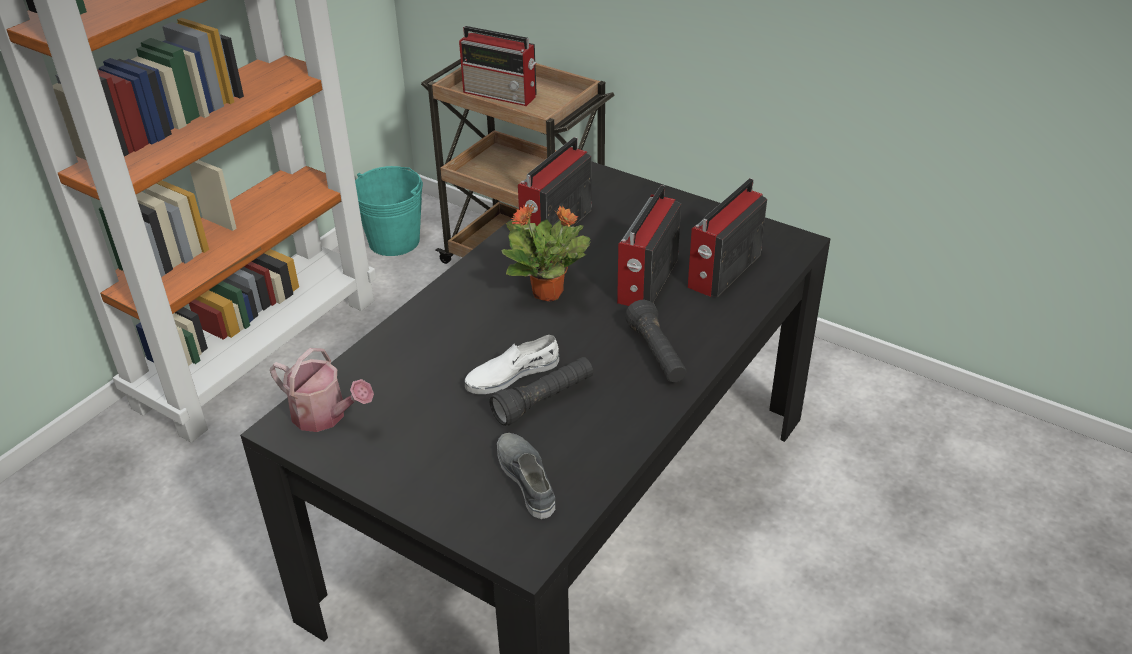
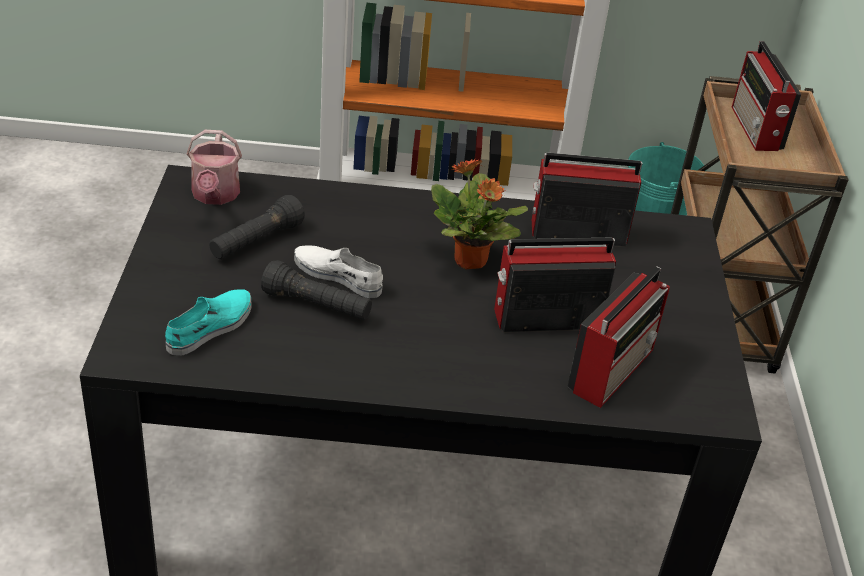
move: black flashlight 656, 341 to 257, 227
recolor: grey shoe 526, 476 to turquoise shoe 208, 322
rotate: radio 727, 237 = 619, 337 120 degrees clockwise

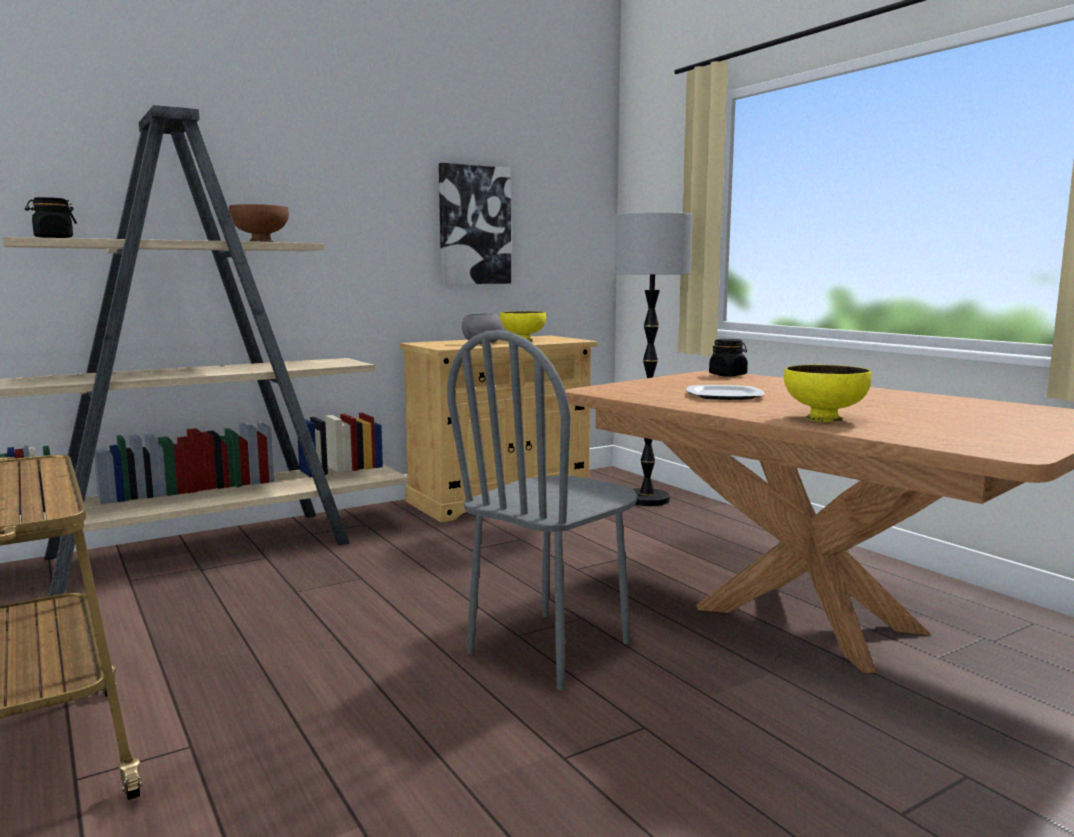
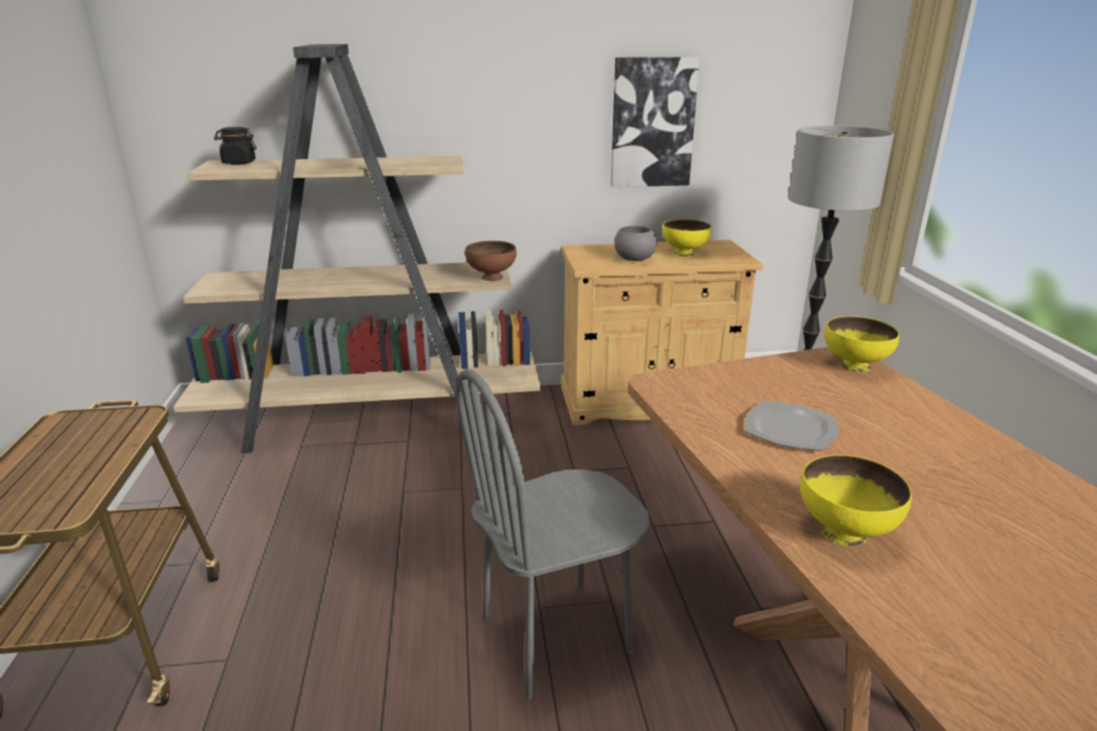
move: brown bowl 259, 223 to 491, 261
replace: black jar 728, 358 to yellow bowl 862, 344

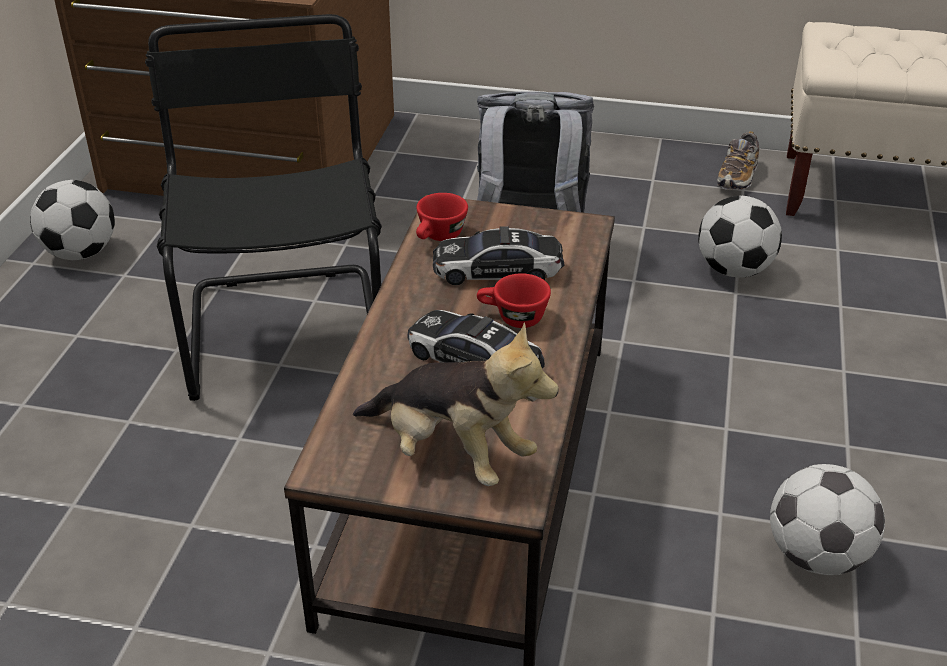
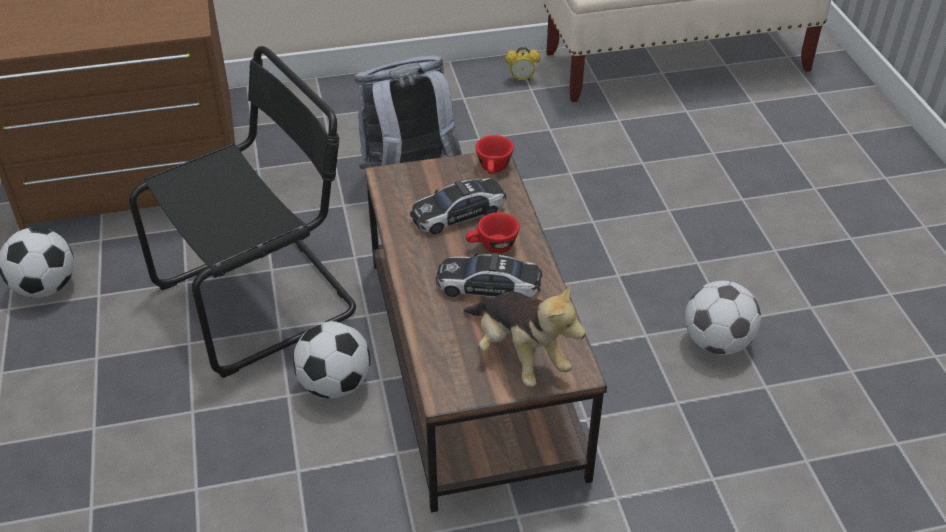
move: red cup 442, 217 to 494, 154; football 740, 237 to 331, 360
replace: shoe 738, 160 to alarm clock 522, 64
rotate: black chair 263, 207 = 242, 212 90 degrees clockwise; plush toy 456, 404 = 524, 335 45 degrees clockwise

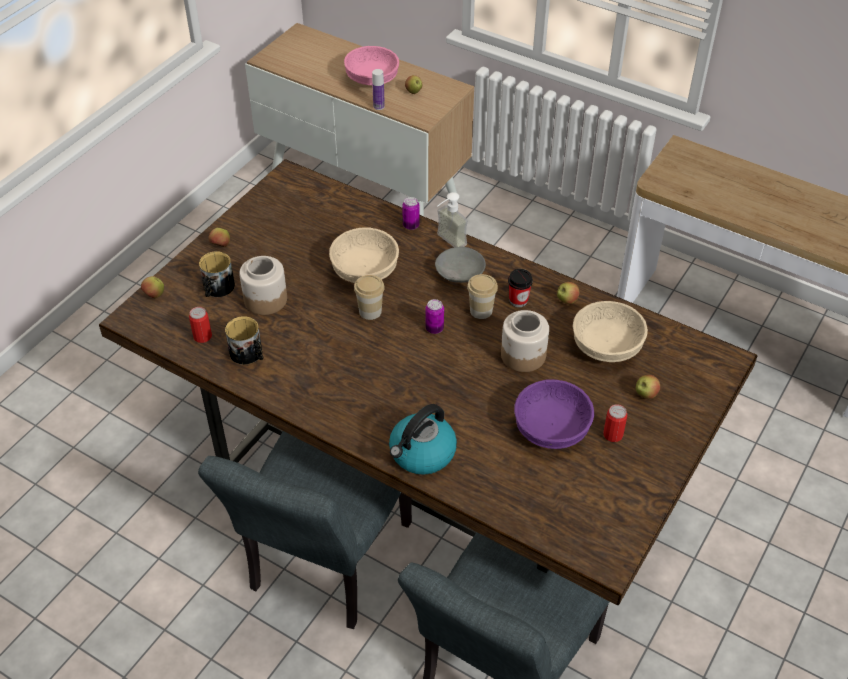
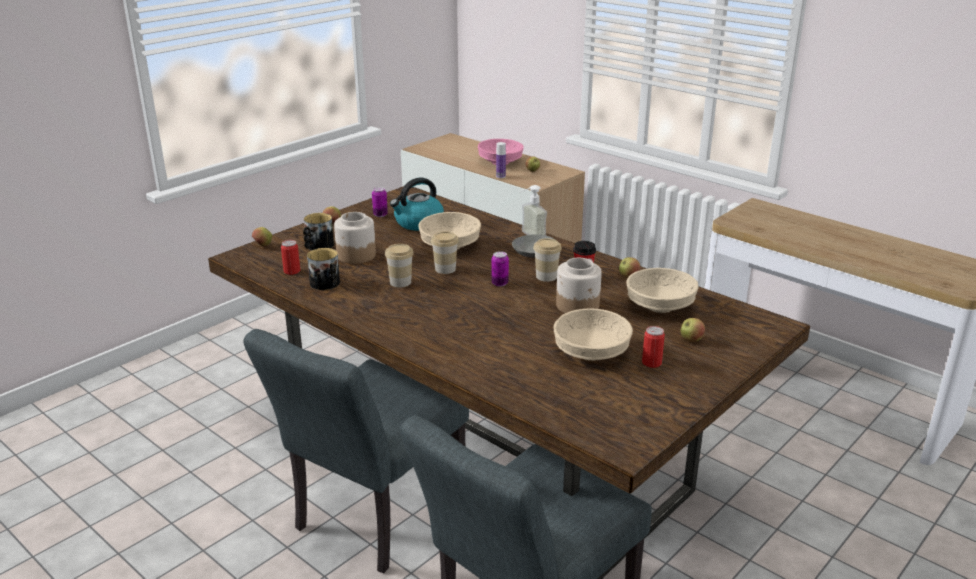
insert: cup 399, 265
move: kettle 423, 439 to 417, 204; can 411, 213 to 380, 202
recolor: purple bowl 554, 414 to beige bowl 593, 335

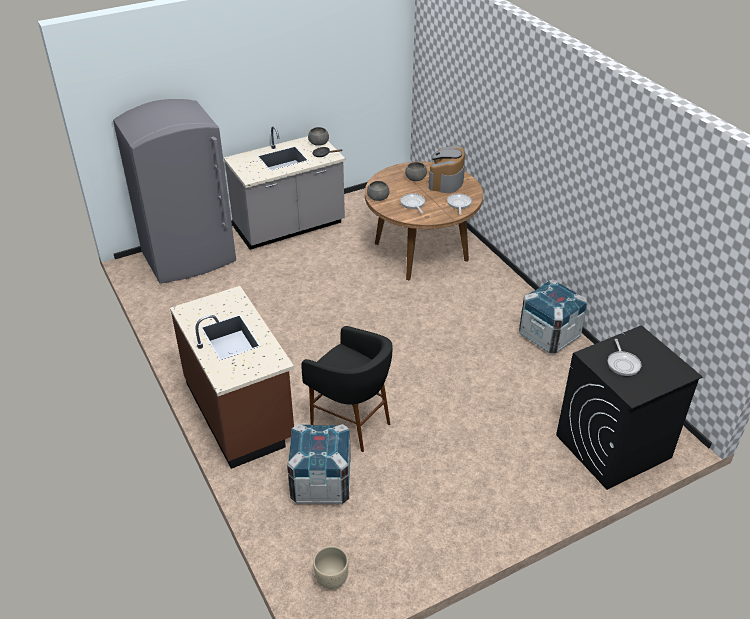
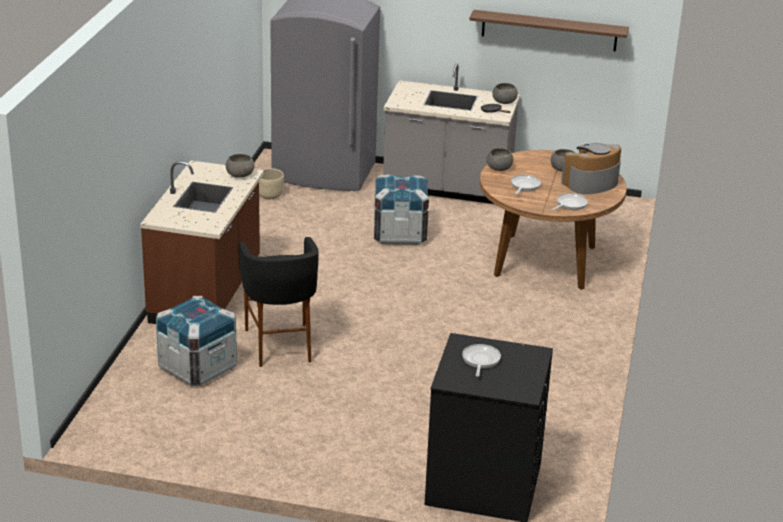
insert: grey bowl 240, 166; shelf 549, 31
move: beige planter 330, 567 to 271, 183; crate 553, 317 to 401, 210
rotate: frying pan 624, 357 = 481, 360 150 degrees clockwise

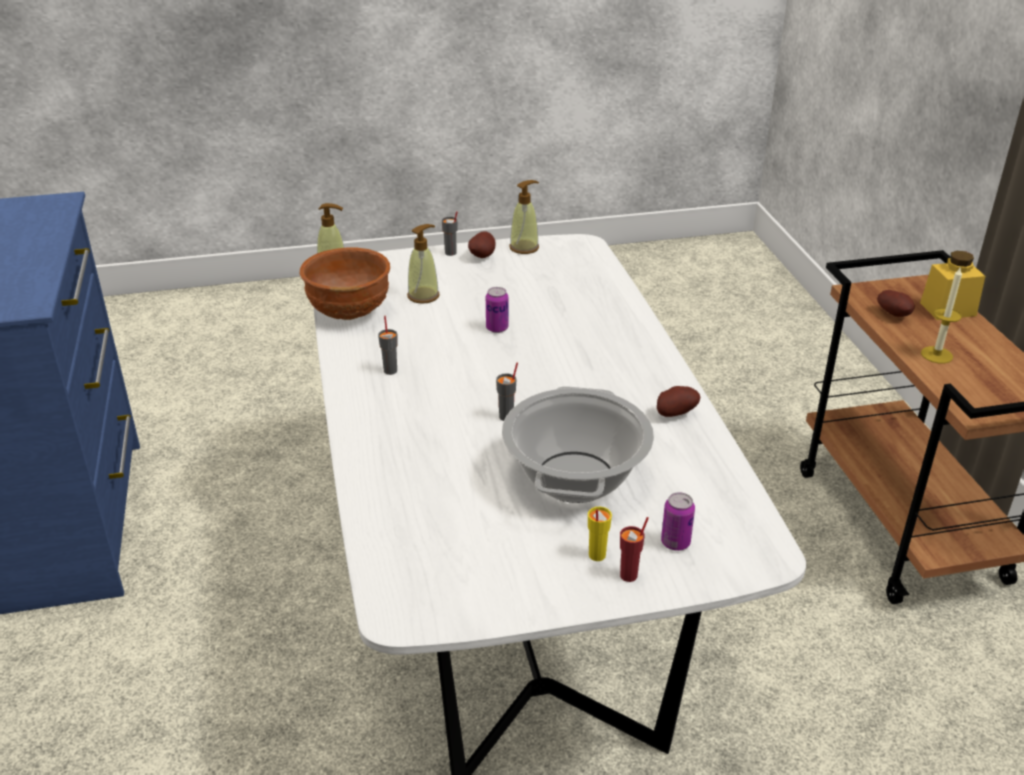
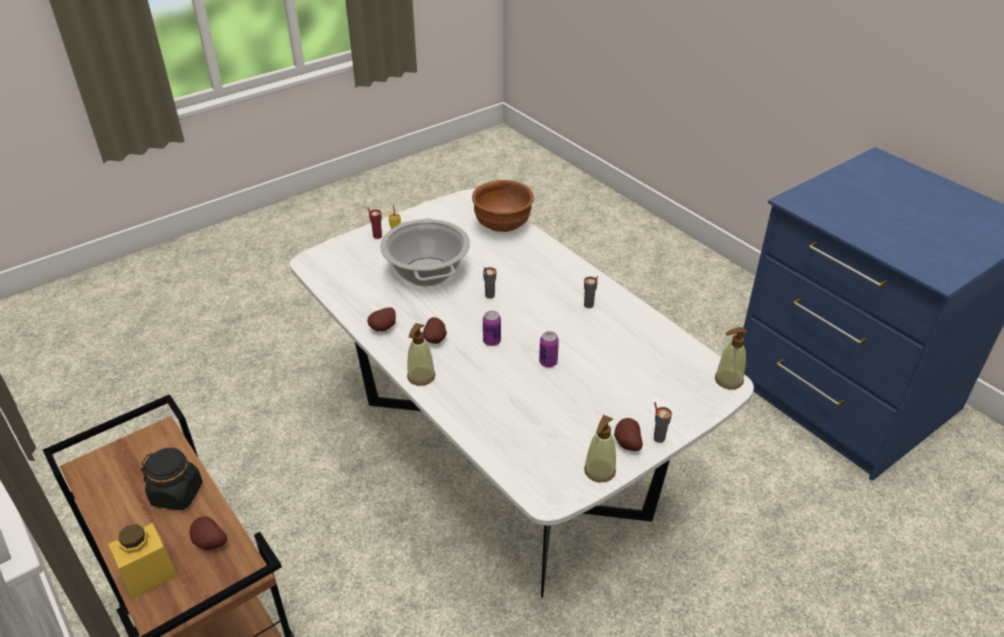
insert: potato 435, 330
move: brown bowl 345, 283 to 503, 206; soap dispenser 423, 264 to 421, 354; can 678, 521 to 492, 328
replace: candle 941, 315 to black jar 172, 479

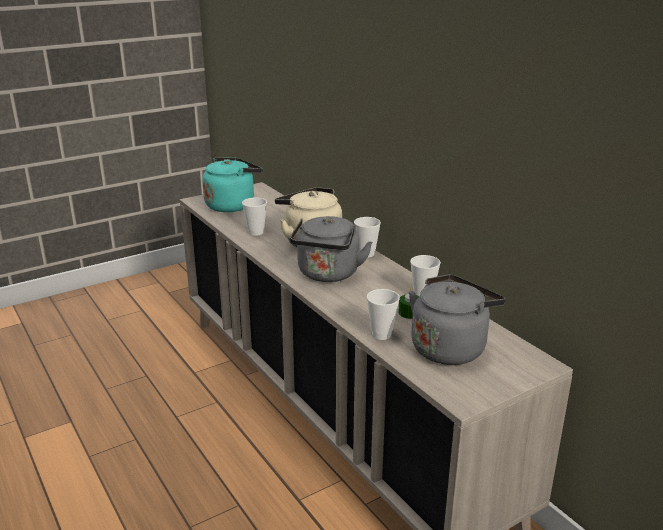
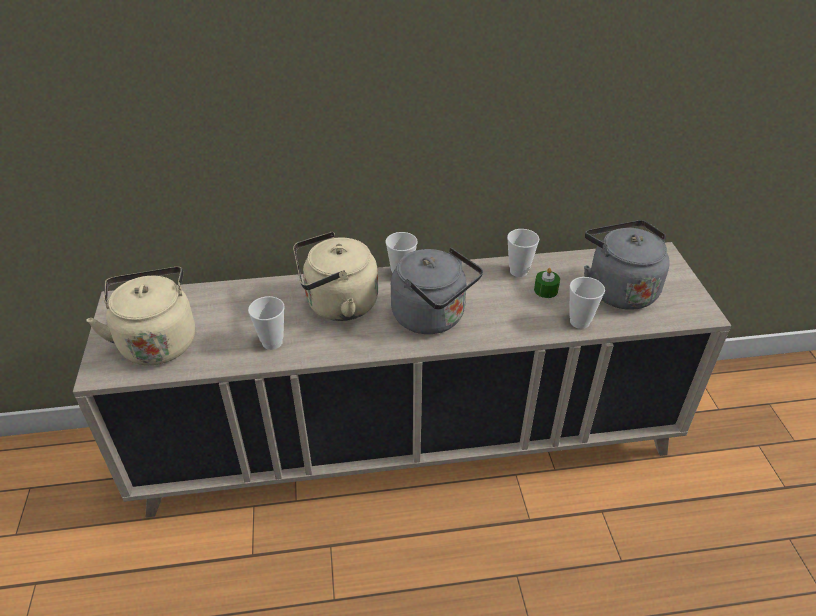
recolor: turquoise kettle 232, 184 to beige kettle 140, 316

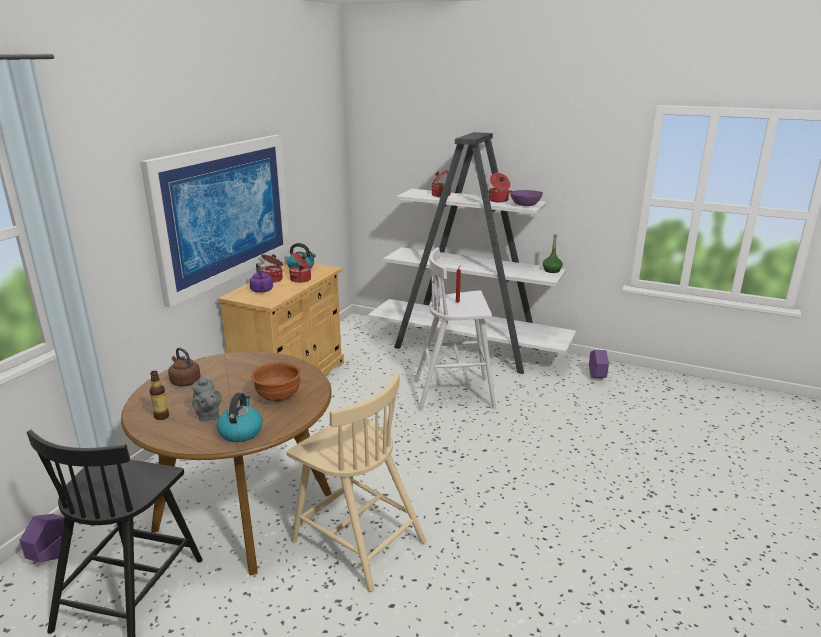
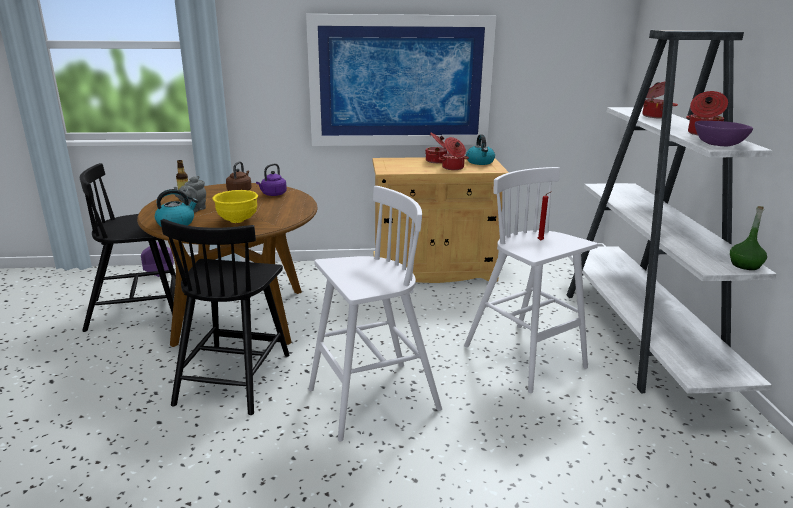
delete: purple planter 599, 364
insert: white stool 375, 313
move: purple kettle 261, 278 to 271, 179
recolor: brown bowl 276, 382 to yellow bowl 235, 206; beige chair 356, 482 to black chair 225, 317

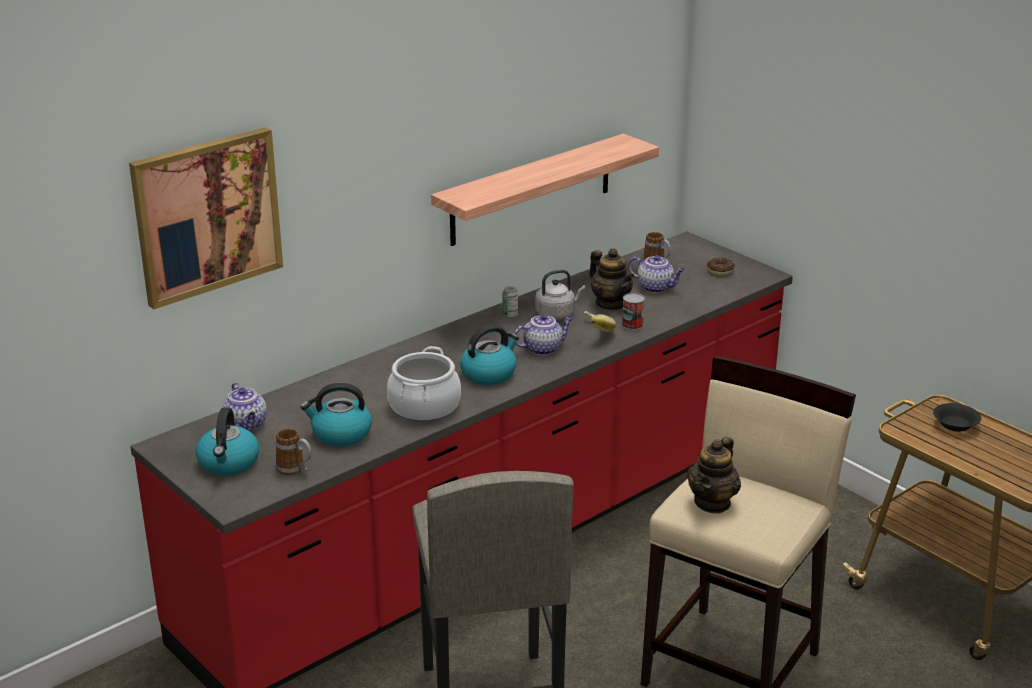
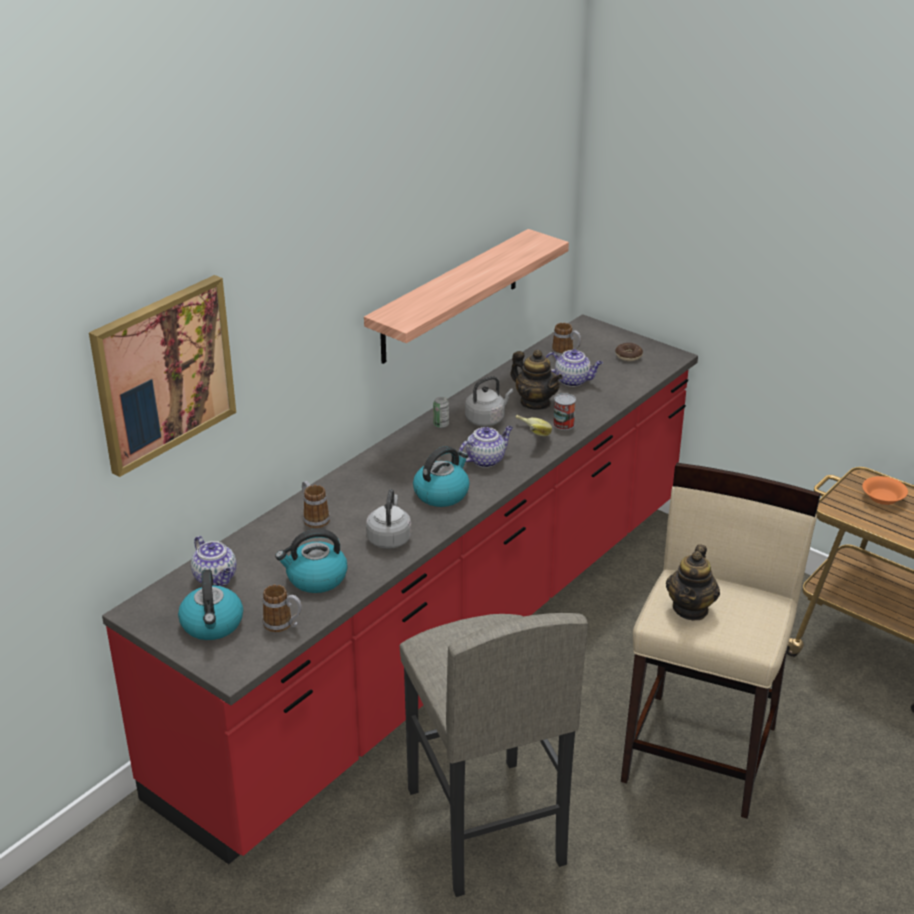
insert: mug 316, 504
replace: cooking pot 424, 384 to grey kettle 388, 519
recolor: black bowl 957, 417 to orange bowl 885, 490

